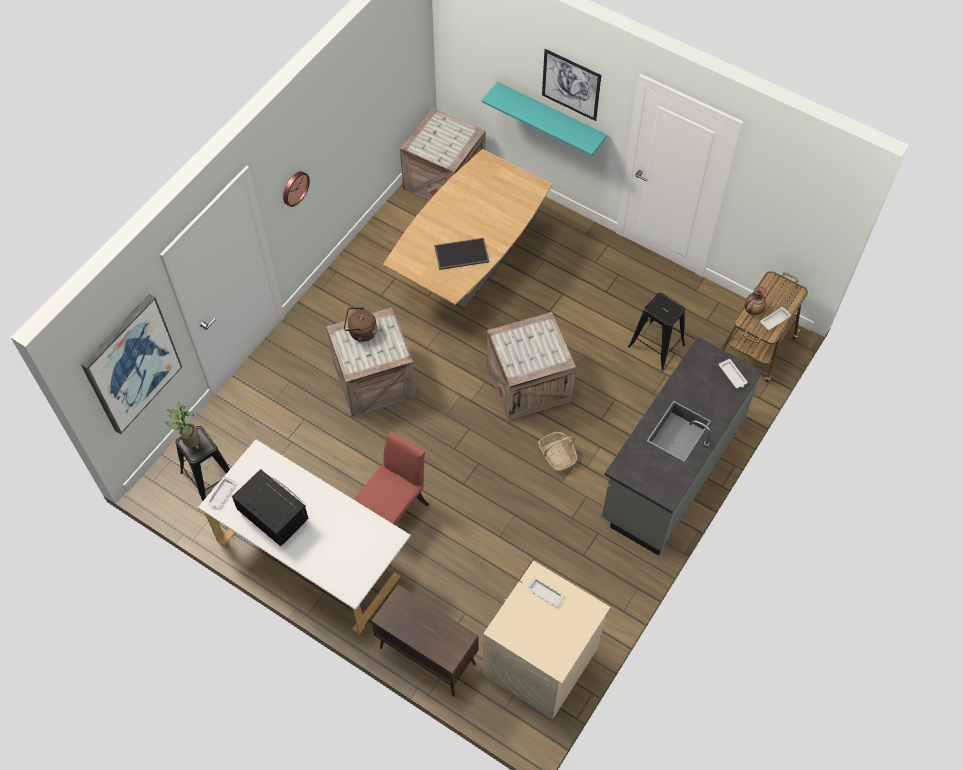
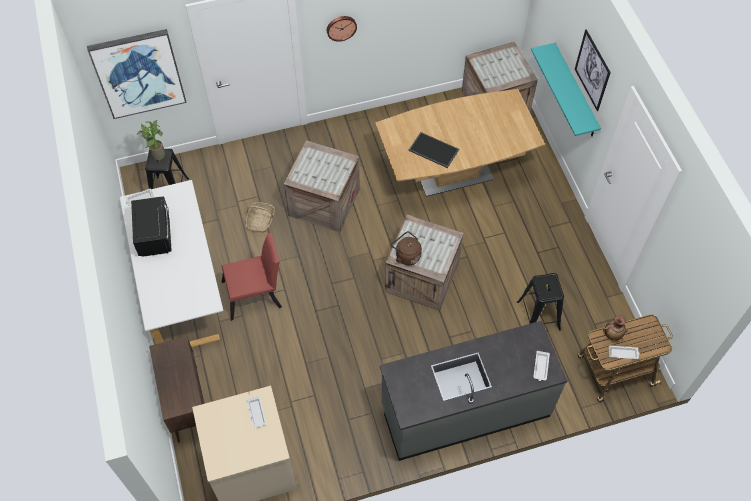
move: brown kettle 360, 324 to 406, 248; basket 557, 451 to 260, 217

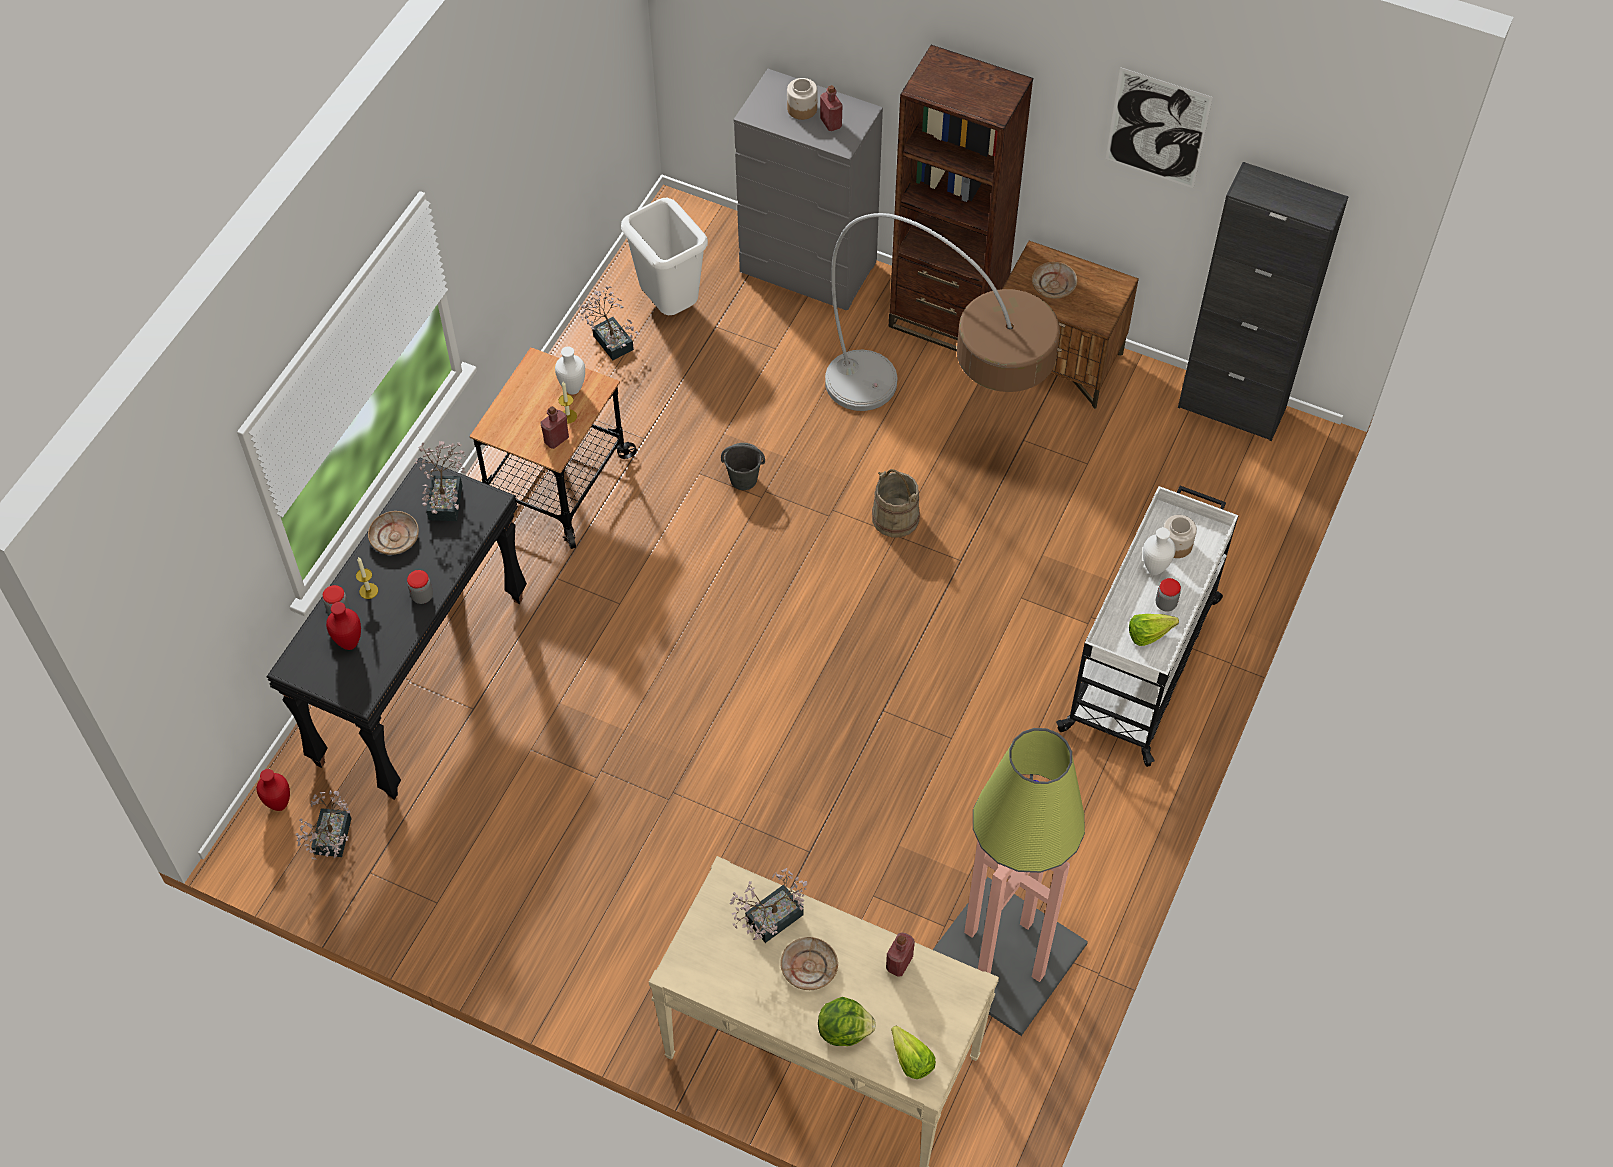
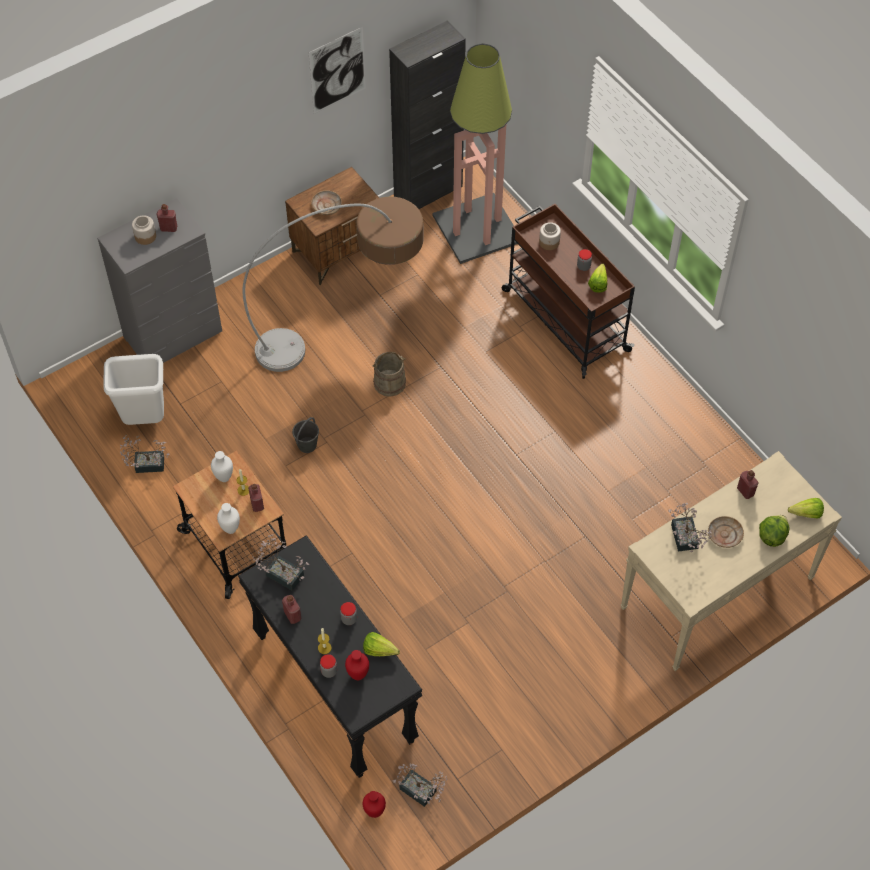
delete: brown bookcase 961, 198
insert: lettuce 381, 644
move: floor lamp 1010, 882 to 475, 153; white vase 1159, 551 to 228, 518
replace: beige plate 393, 533 to red bottle 291, 609
recolor: white cart 1147, 626 to brown cart 568, 291

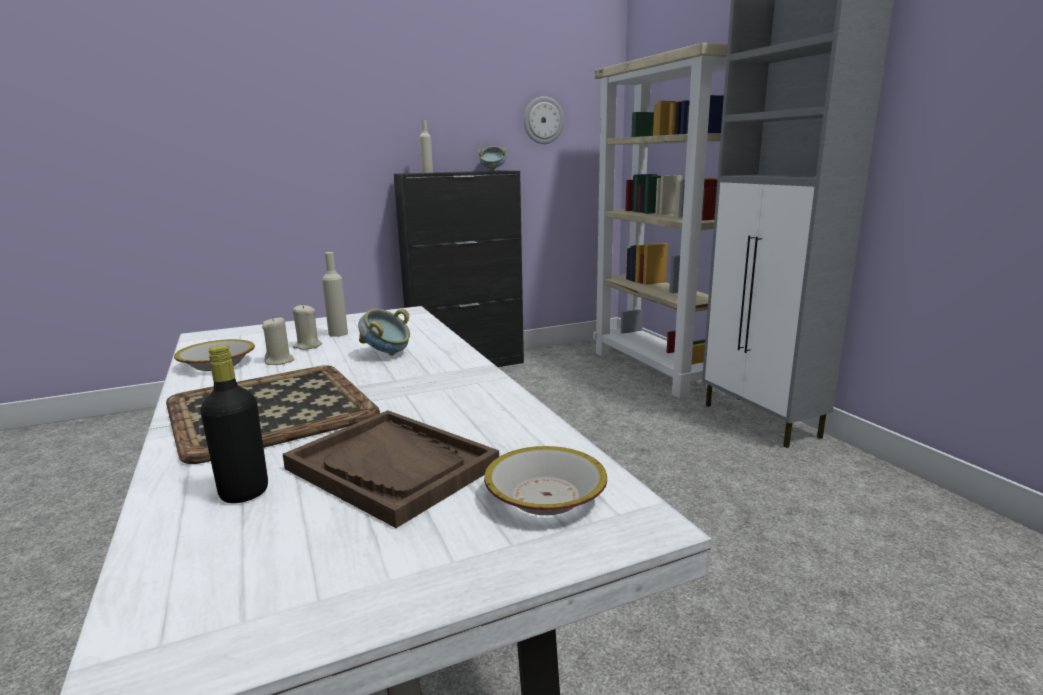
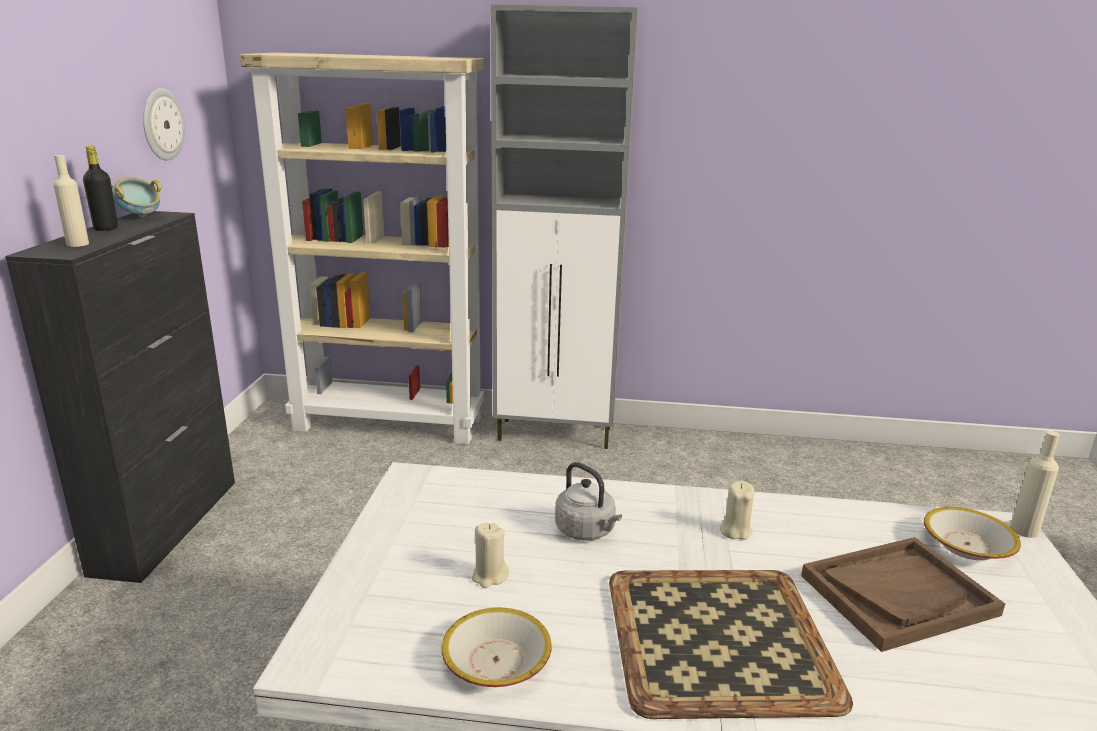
move: black bottle 234, 424 to 100, 188; beige candle 278, 340 to 737, 510; beige bottle 335, 294 to 1035, 484
replace: bowl 384, 332 to grey kettle 588, 501

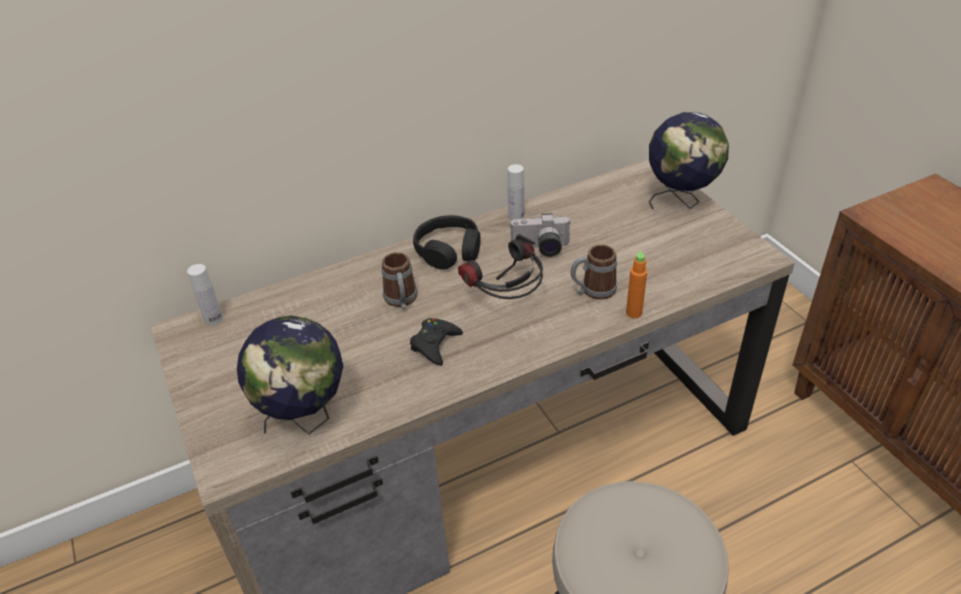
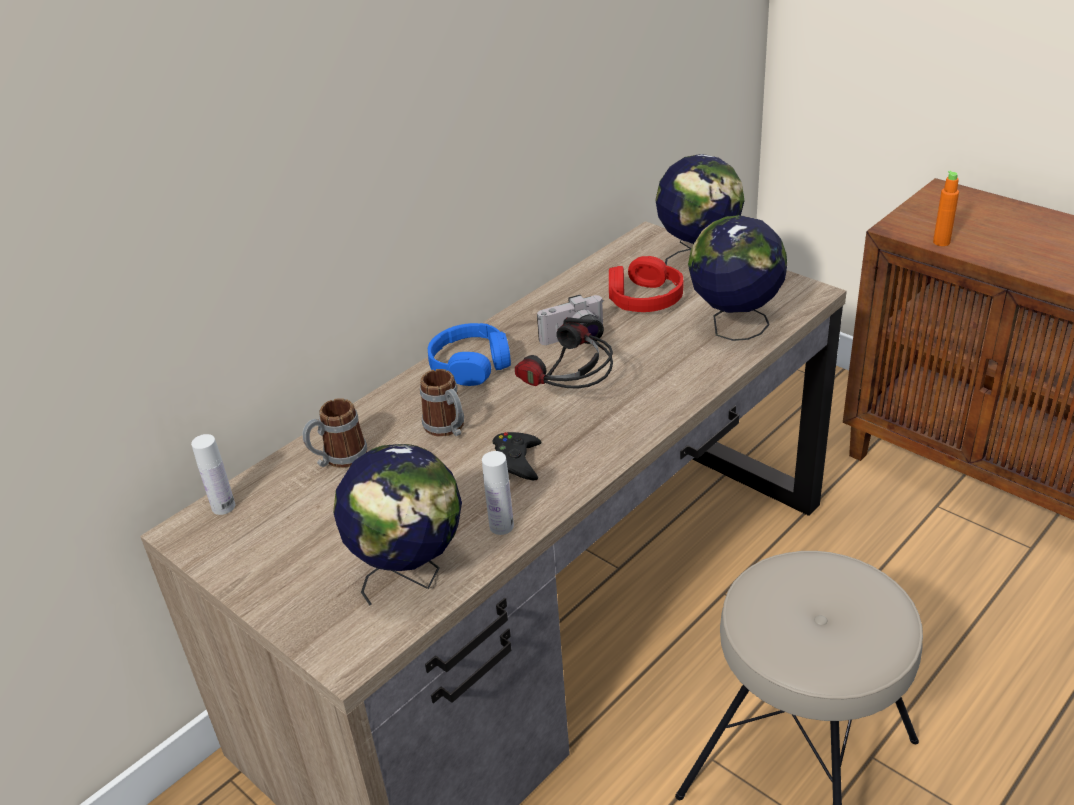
insert: red headphones 646, 284; globe 737, 278
move: white bottle 516, 192 to 498, 493; mug 594, 272 to 335, 433; orange bottle 636, 284 to 946, 208
recolor: black headphones 447, 242 to blue headphones 469, 354

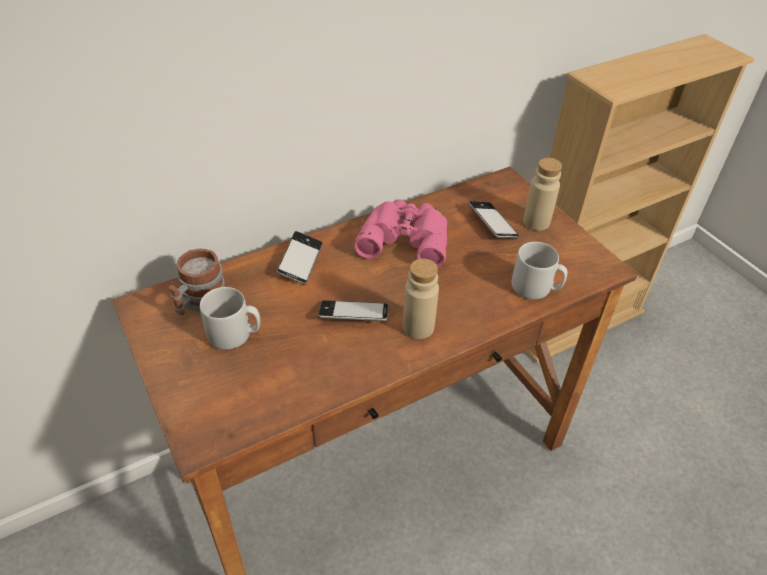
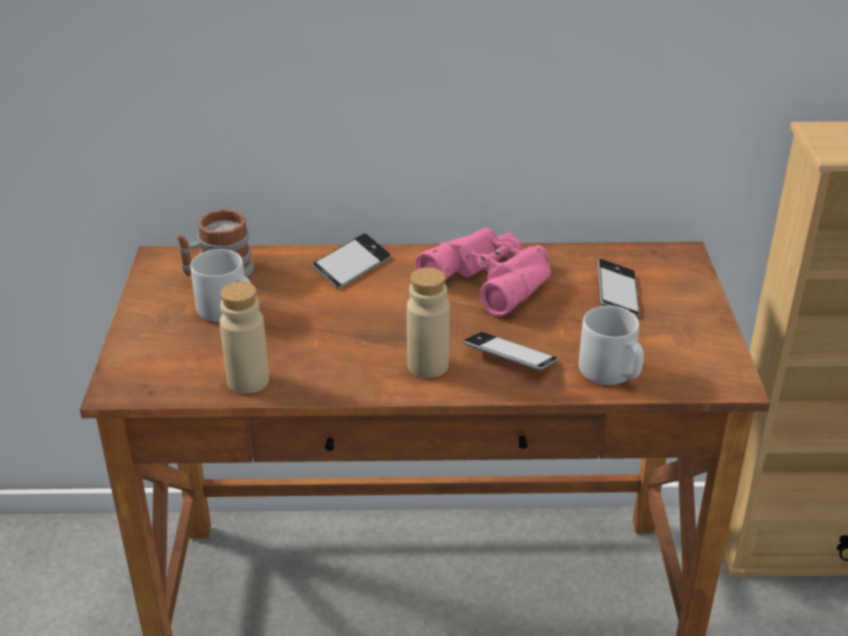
move: phone 353, 310 to 510, 351; beige bottle 542, 194 to 244, 338

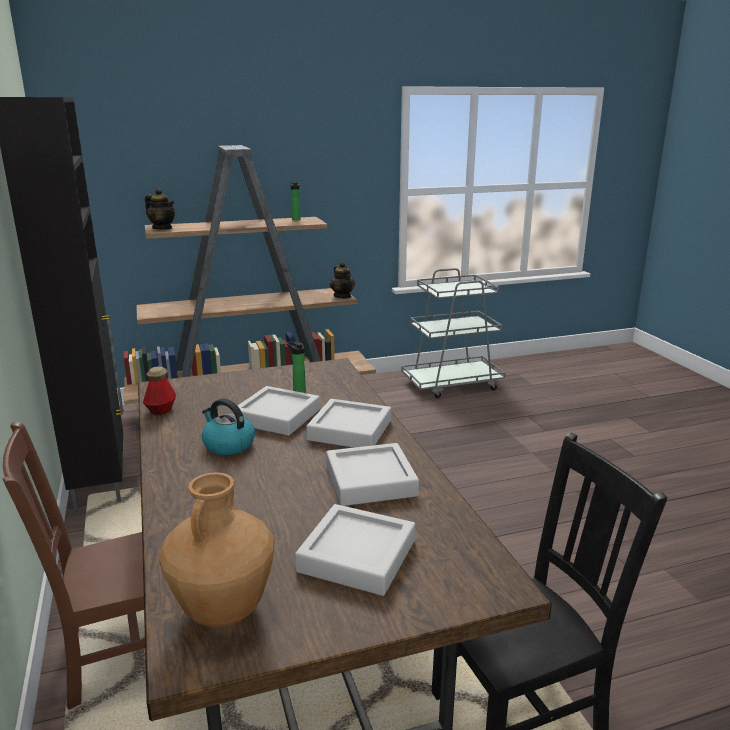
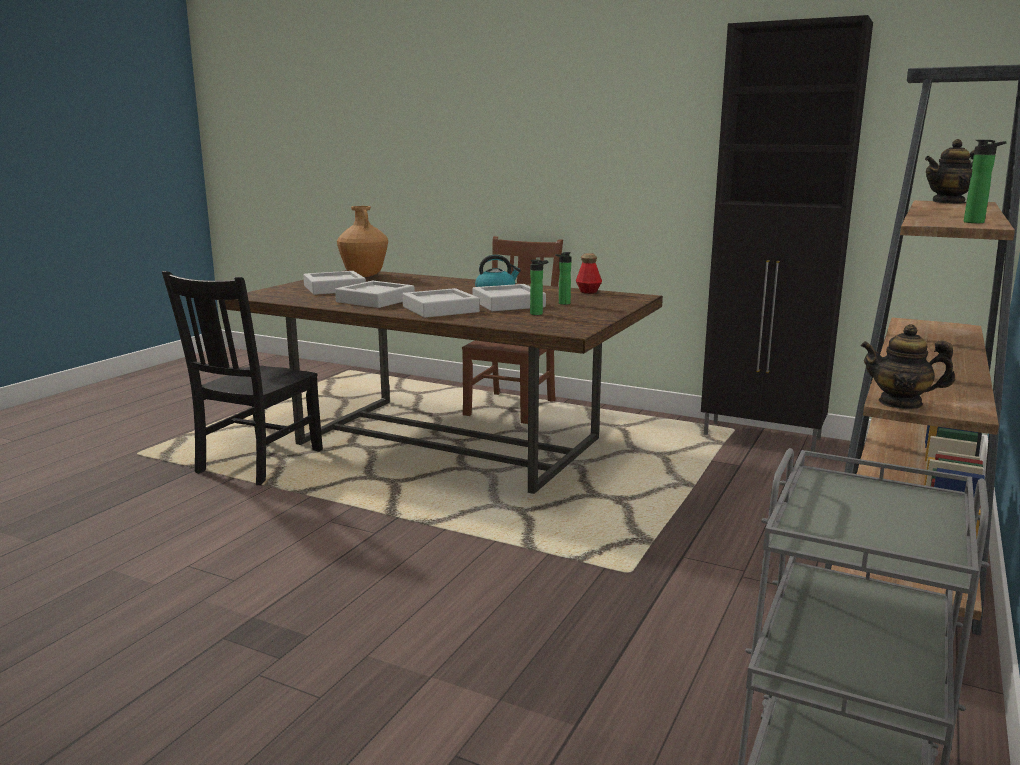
insert: bottle 563, 278

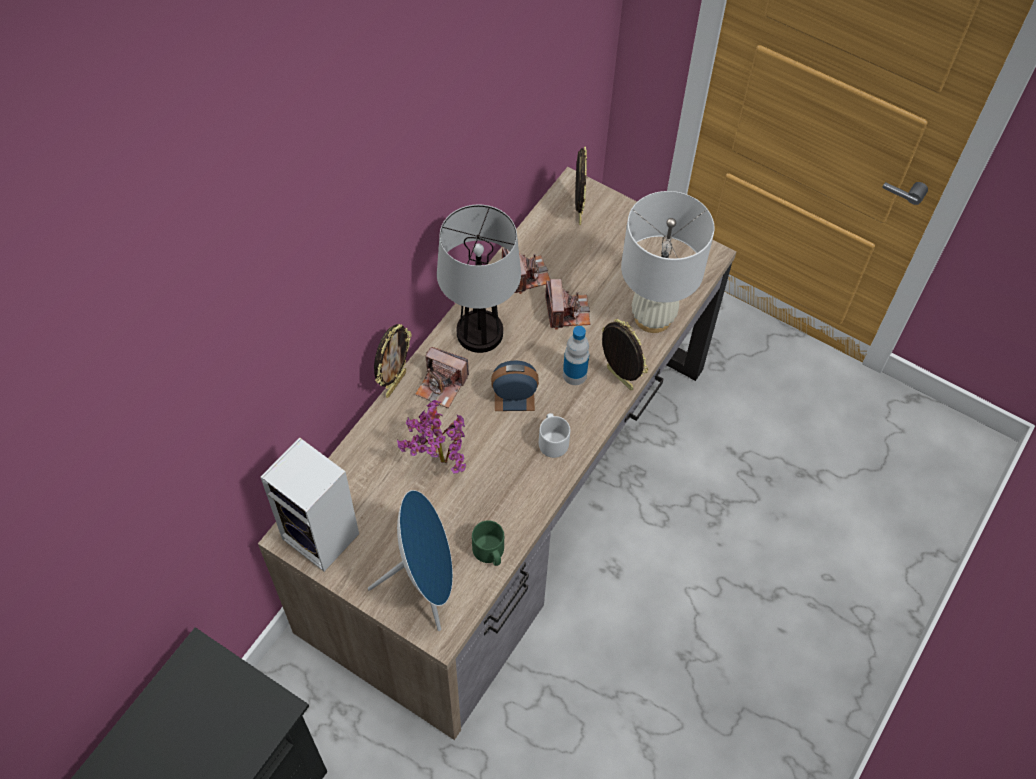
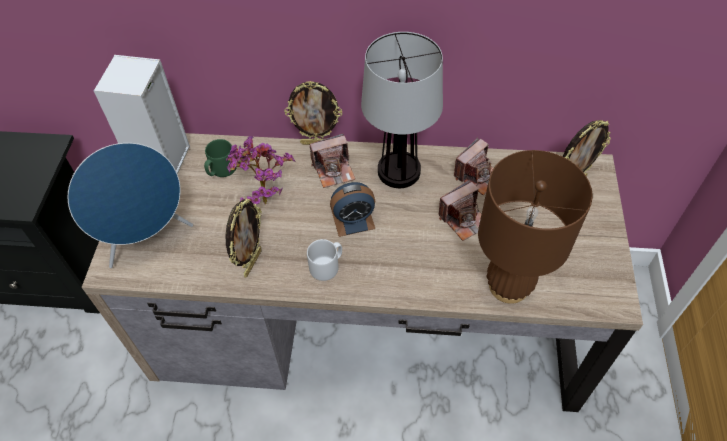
delete: bottle 576, 355
move: green mug 488, 543 to 220, 158; picture frame 625, 354 to 244, 238
recolor: white table lamp 667, 262 to brown table lamp 535, 227
rotate: photo camera 442, 377 = 332, 160 105 degrees counterclockwise; alarm clock 515, 386 = 352, 209 105 degrees clockwise

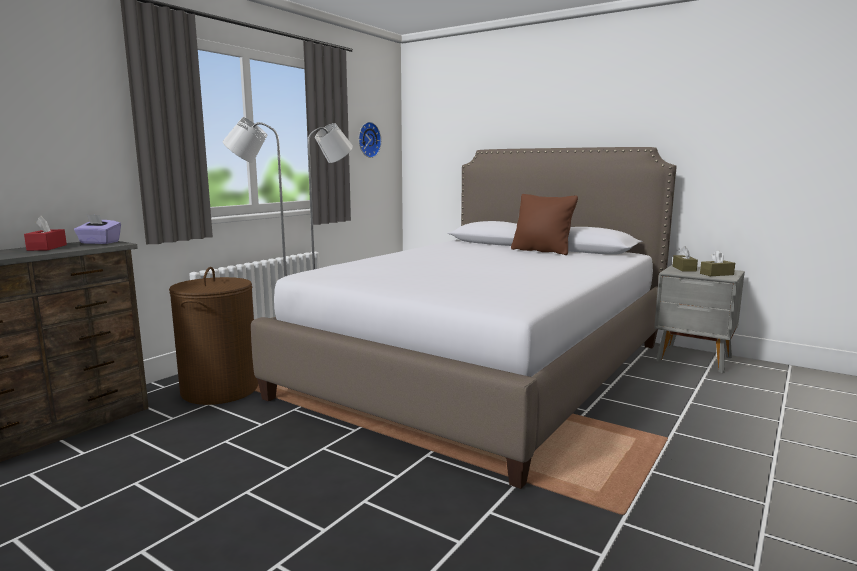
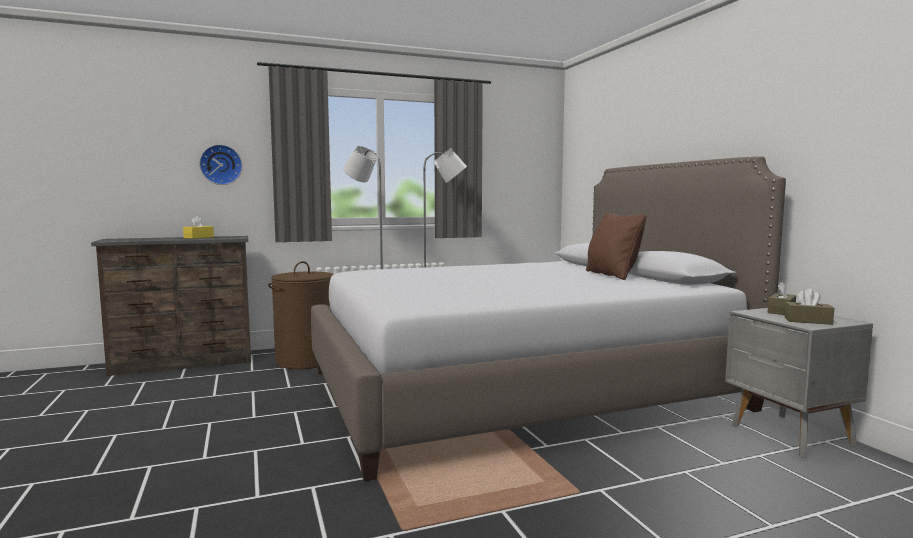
delete: purple tissue box 97, 229
move: wall clock 370, 140 to 220, 164
recolor: red tissue box 45, 233 to yellow tissue box 198, 227

